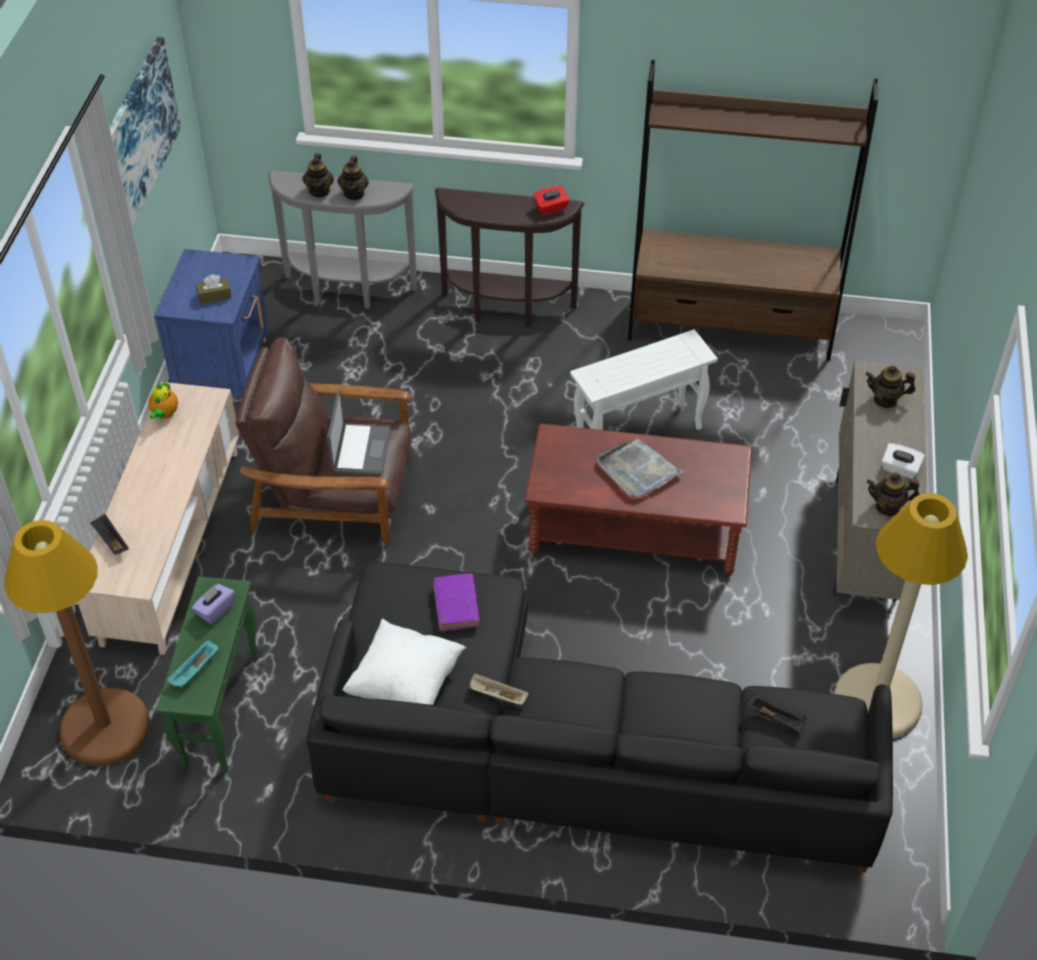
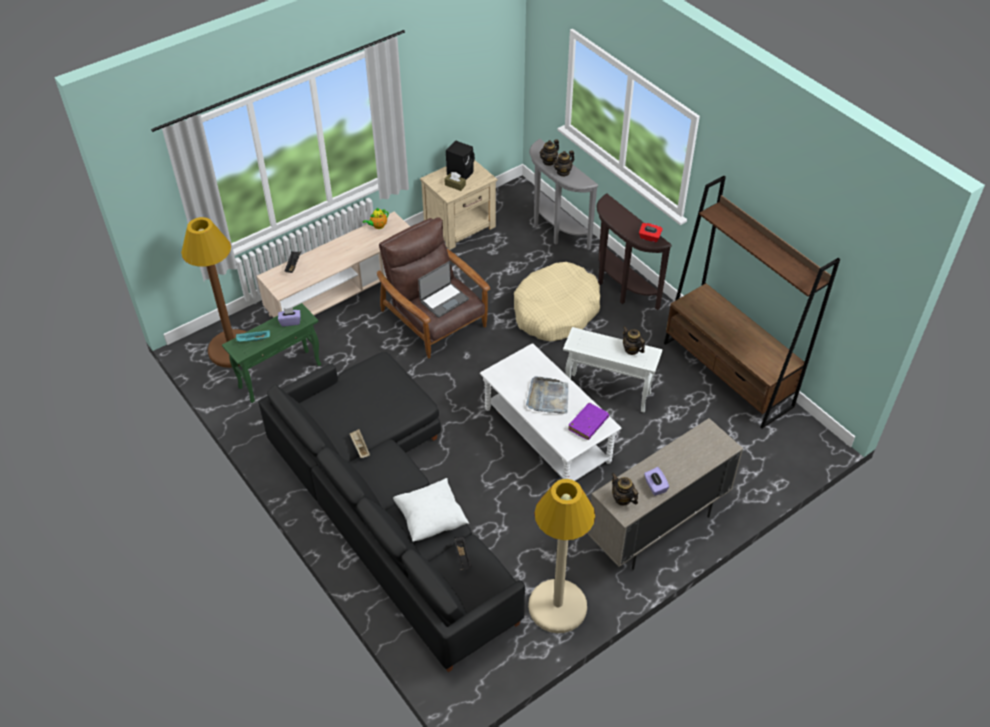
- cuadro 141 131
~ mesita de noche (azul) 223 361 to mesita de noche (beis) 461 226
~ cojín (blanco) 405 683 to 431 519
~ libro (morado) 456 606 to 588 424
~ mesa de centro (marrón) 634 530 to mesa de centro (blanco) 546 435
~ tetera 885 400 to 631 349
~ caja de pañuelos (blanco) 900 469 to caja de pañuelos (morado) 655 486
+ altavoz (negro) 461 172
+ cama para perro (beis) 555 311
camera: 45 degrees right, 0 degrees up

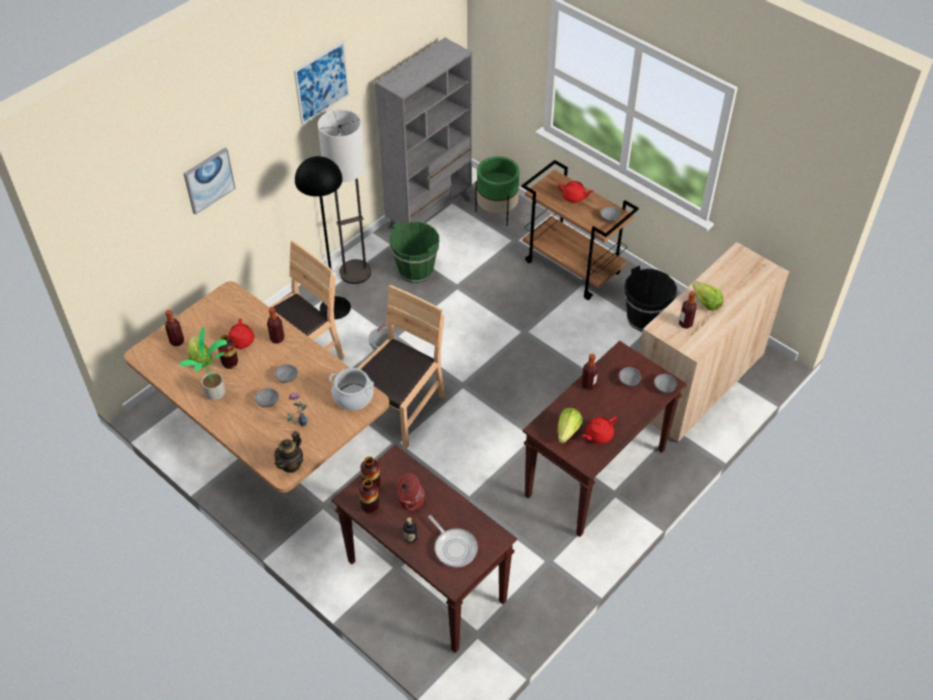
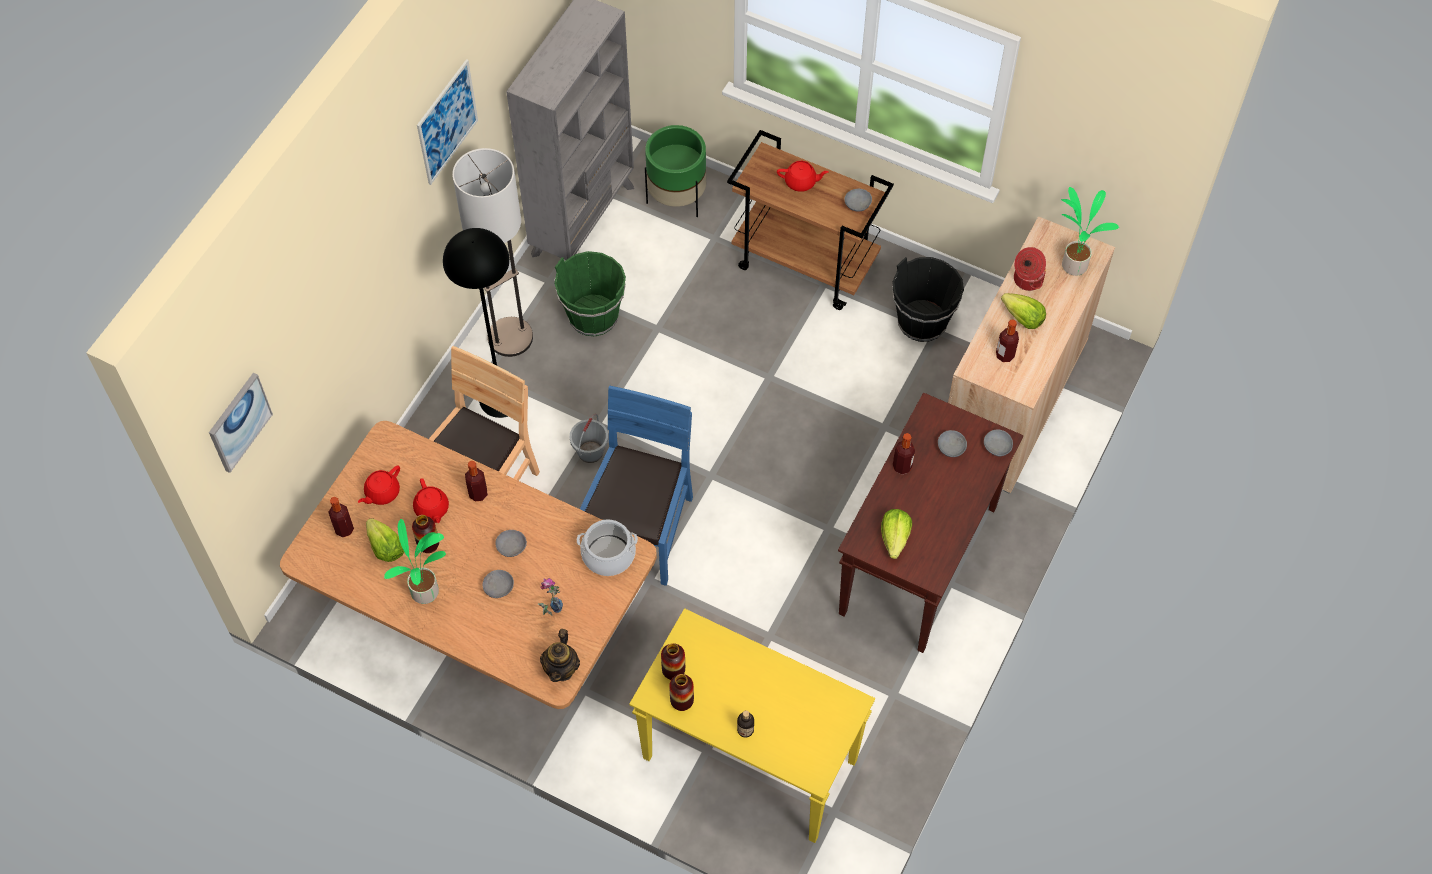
~ cuadro 209 180 to 239 422
~ mesa consola (marrón) 424 581 to mesa consola (amarillo) 747 760
~ silla (marrón) 400 409 to silla (azul) 639 530
~ olla 410 500 to 1027 279
- sartén 454 547
~ tetera (rojo) 598 435 to 382 492
+ planta en maceta 1073 264
camera: 15 degrees left, 10 degrees up

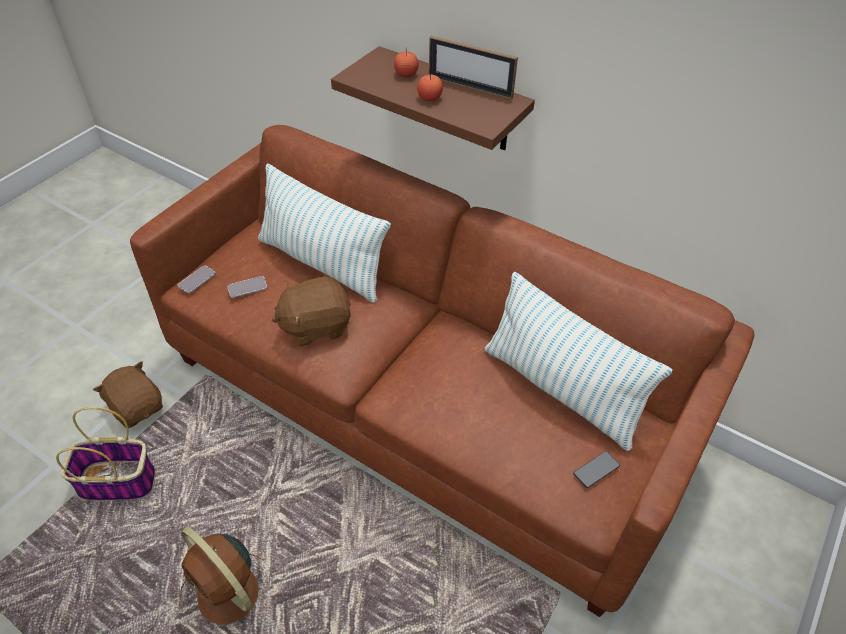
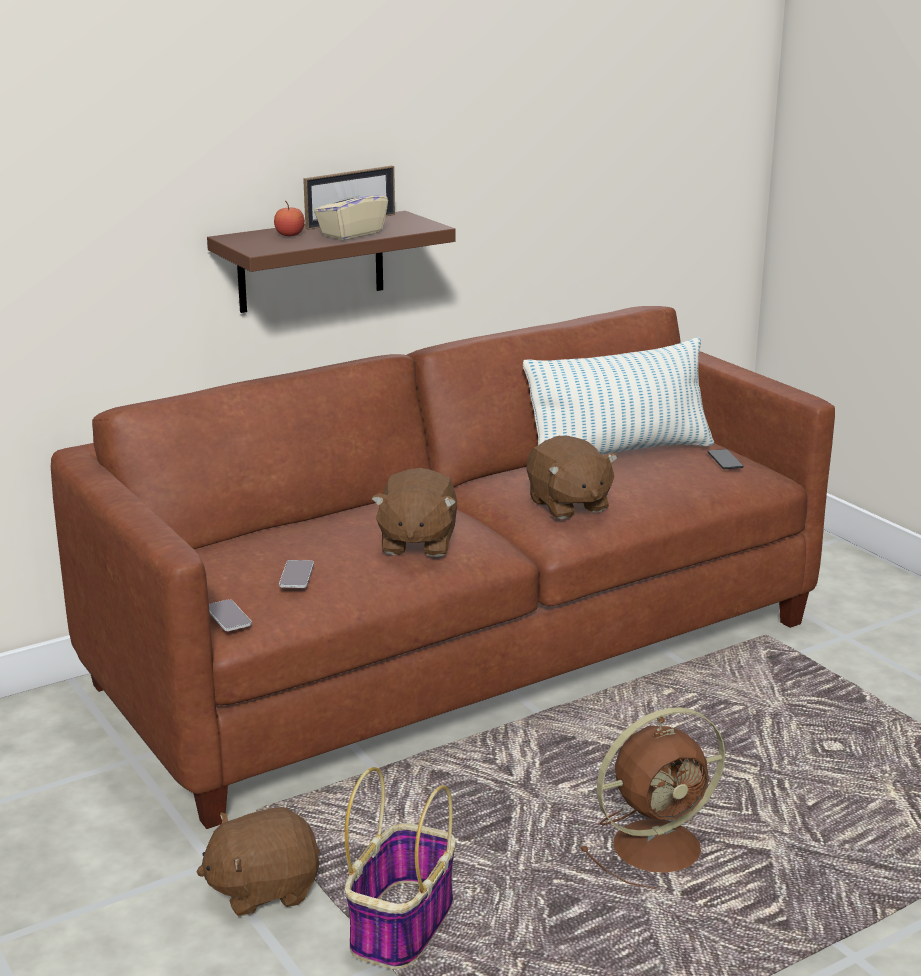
- cojín 322 263
~ manzana 429 98 to caja de pañuelos (beis) 351 234
+ peluche (marrón) 568 505
camera: 65 degrees left, 25 degrees down

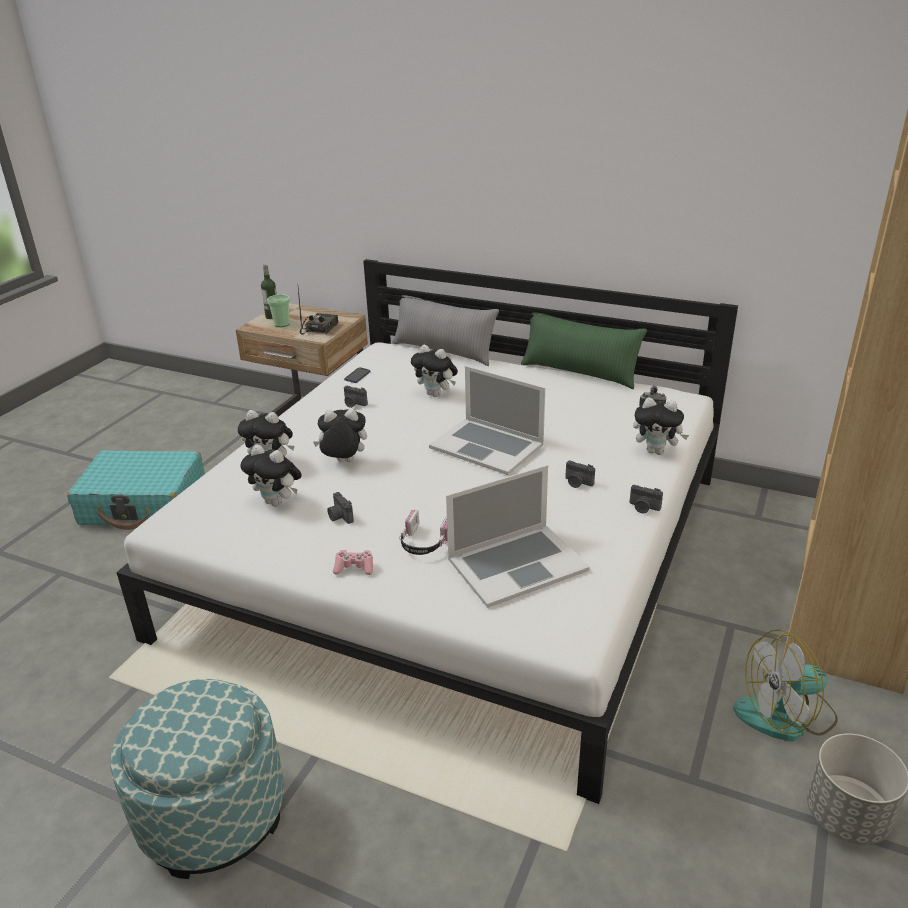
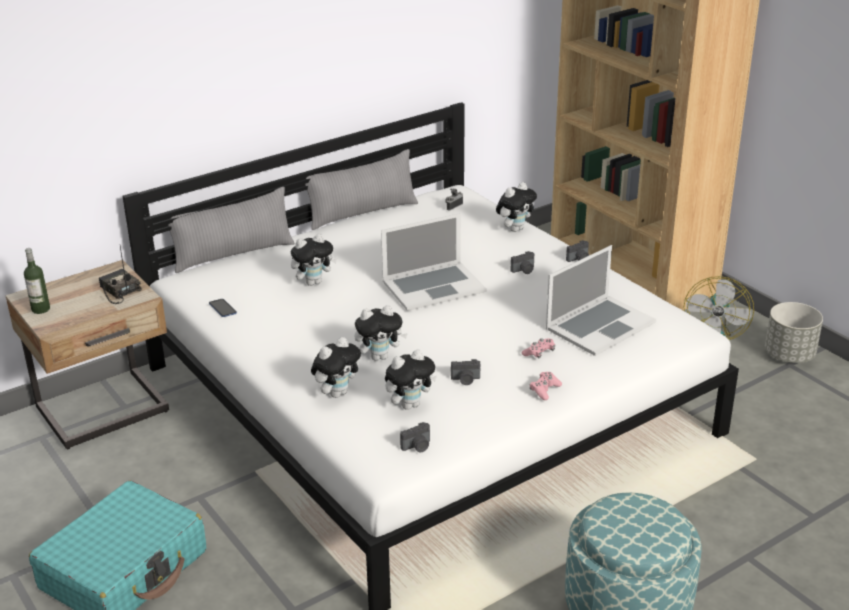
- taza 282 324
~ peluche 343 462 = 380 357 135 degrees counterclockwise
~ cámara 354 404 to 417 447
~ auriculares 424 543 to mando de consola (rosa) 539 353
~ portátil 517 564 = 600 325 45 degrees clockwise
~ cojín (verde) 579 373 to cojín (gris) 362 213
camera: 60 degrees left, 0 degrees up

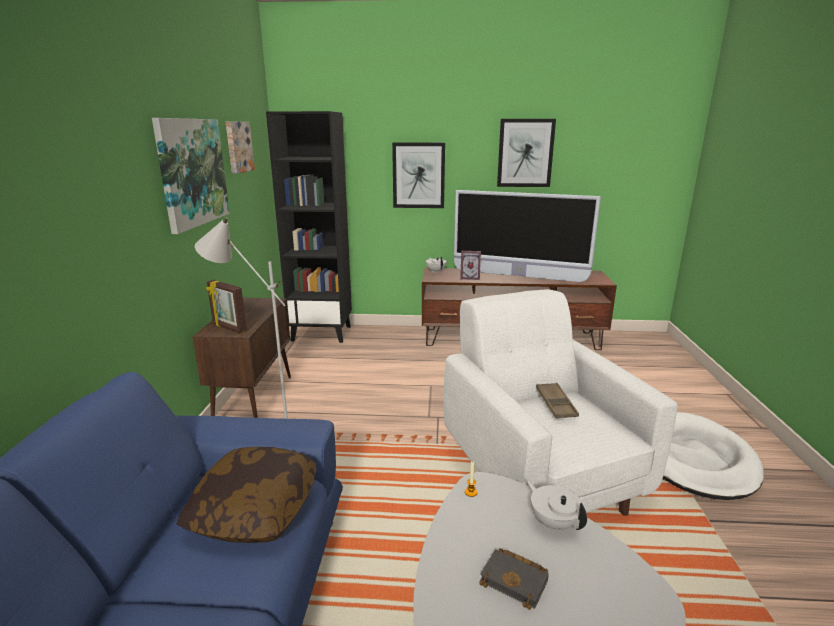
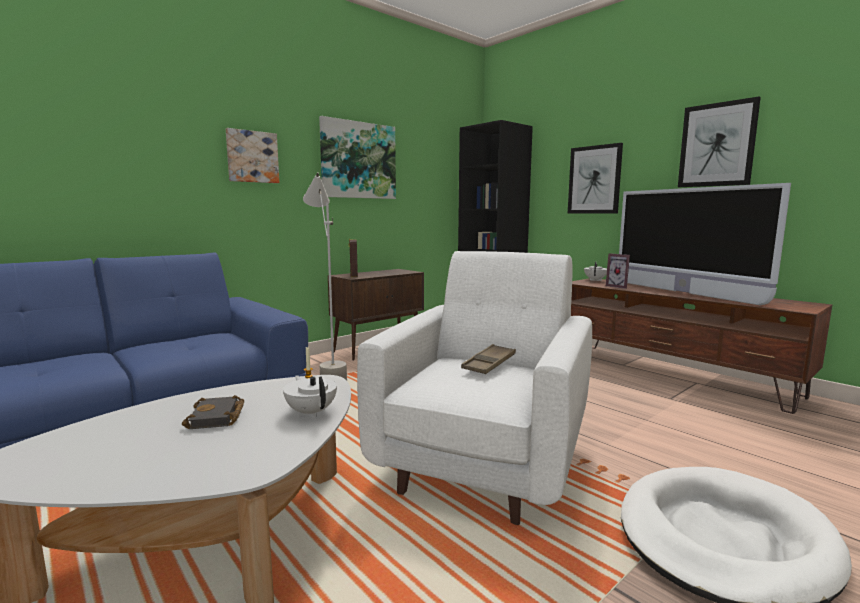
- cojín 255 510
~ cuadro 238 147 to 252 157
~ tetera (blanco) 553 522 = 311 412 45 degrees counterclockwise
camera: 45 degrees right, 10 degrees down

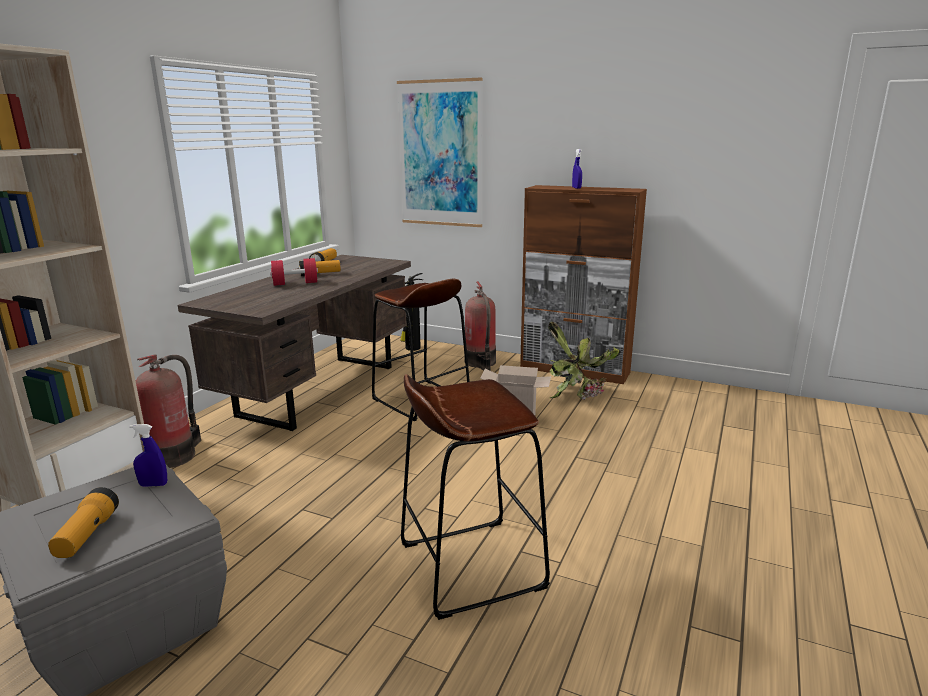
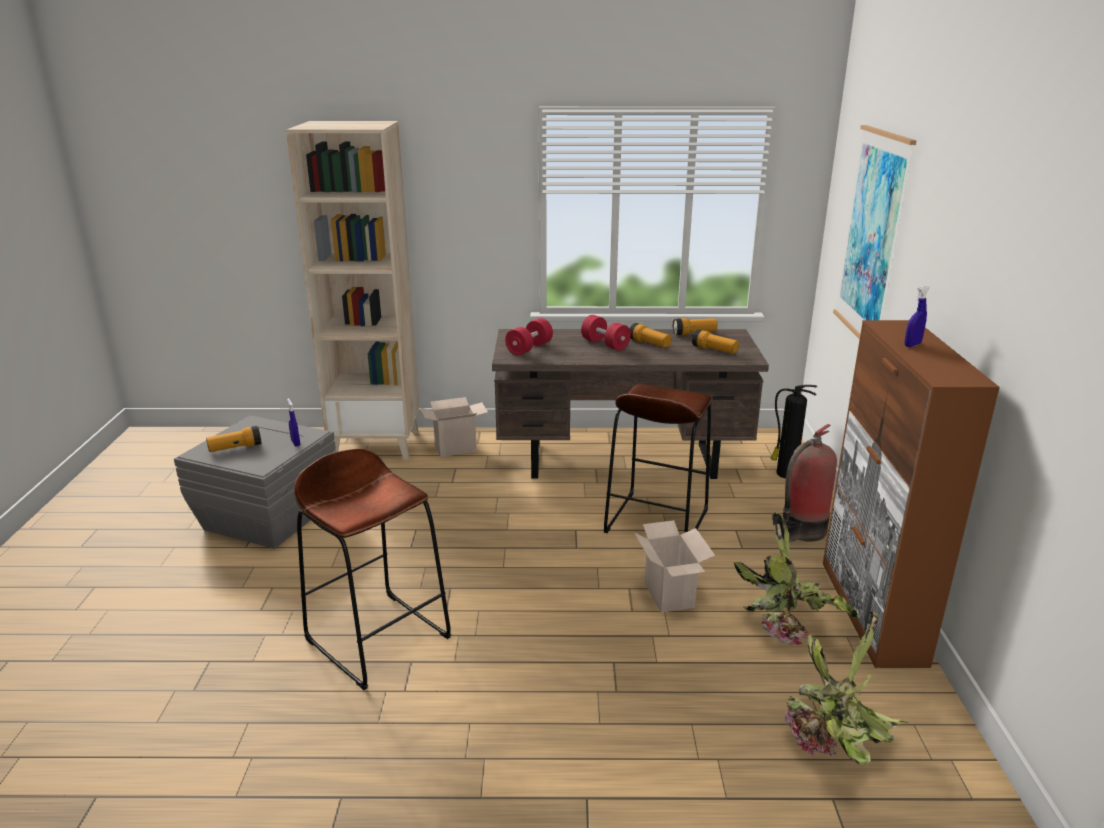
~ extintor 175 455 to caja de cartón 456 448
+ mancuerna (rojo) 529 348
+ linterna 714 350
+ planta en maceta 835 748
camera: 65 degrees right, 5 degrees up

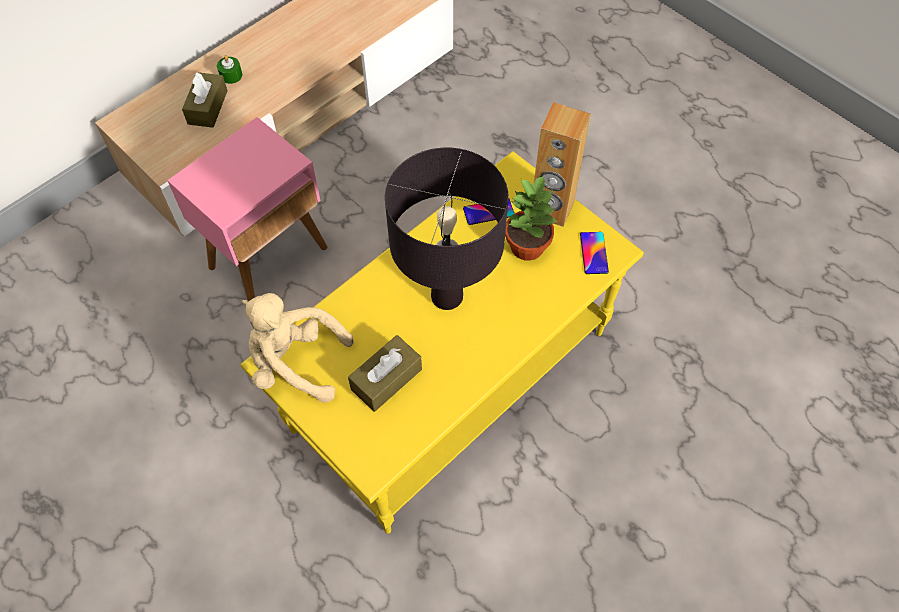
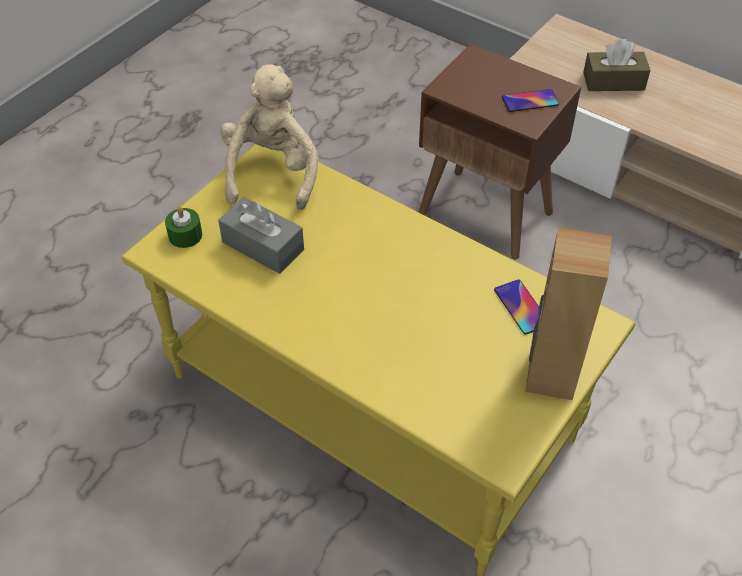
~ mesa auxiliar (rosa) 269 257 to mesa auxiliar (marrón) 486 214
~ vela (verde) 231 75 to 185 235
~ caja de pañuelos (marrón) 386 379 to caja de pañuelos (gris) 263 246
- lámpara de mesa (negro) 446 297
- planta en maceta 527 245
~ móvil 594 253 to 530 101
camera: 80 degrees right, 10 degrees down

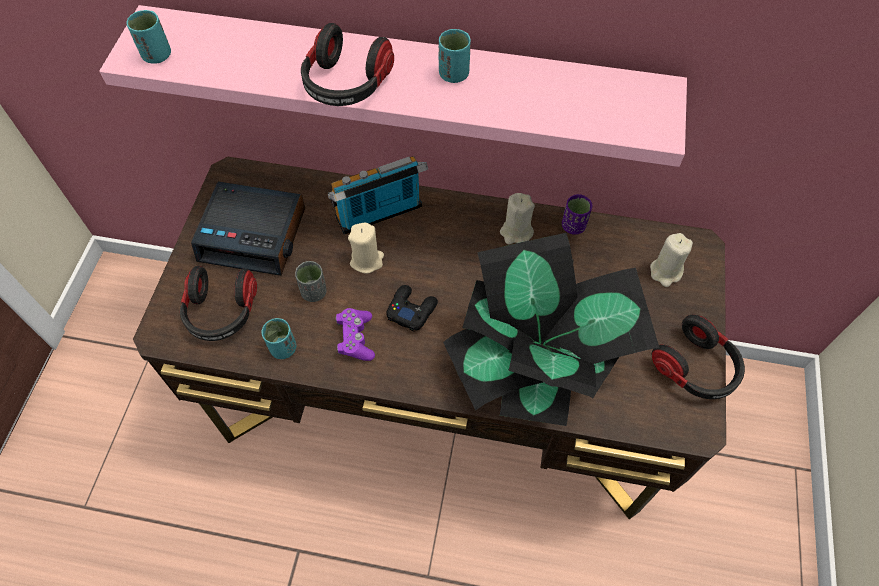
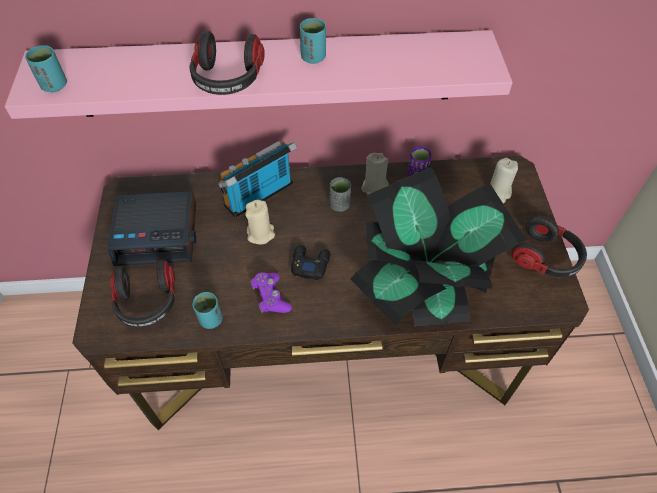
~ taza (gris) 314 292 to 339 205
camera: 15 degrees left, 5 degrees down

